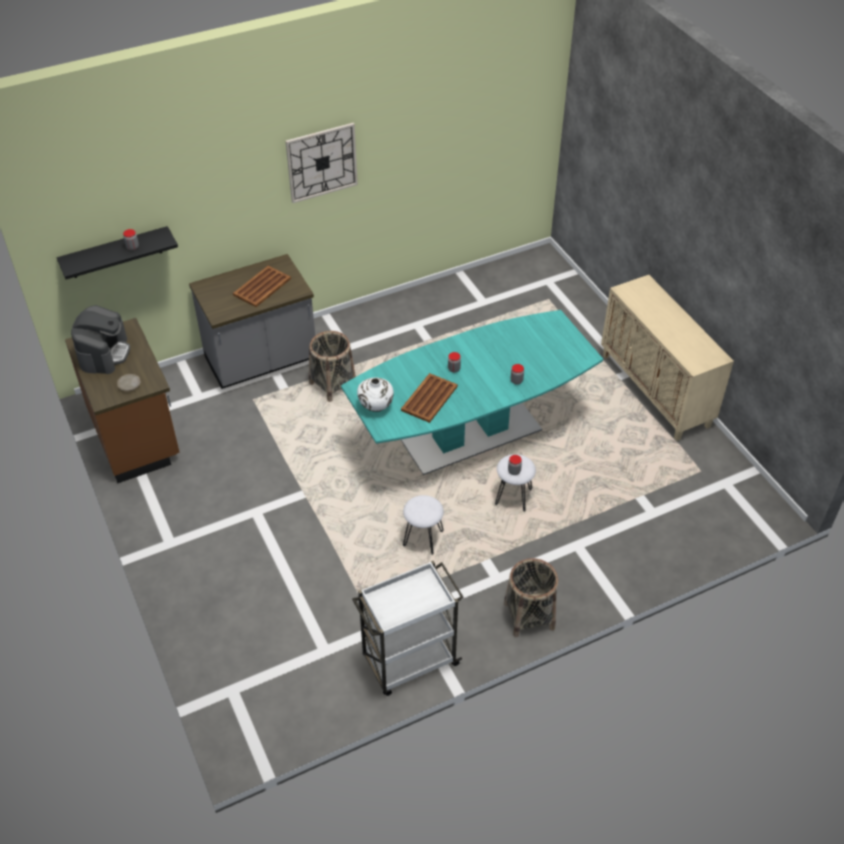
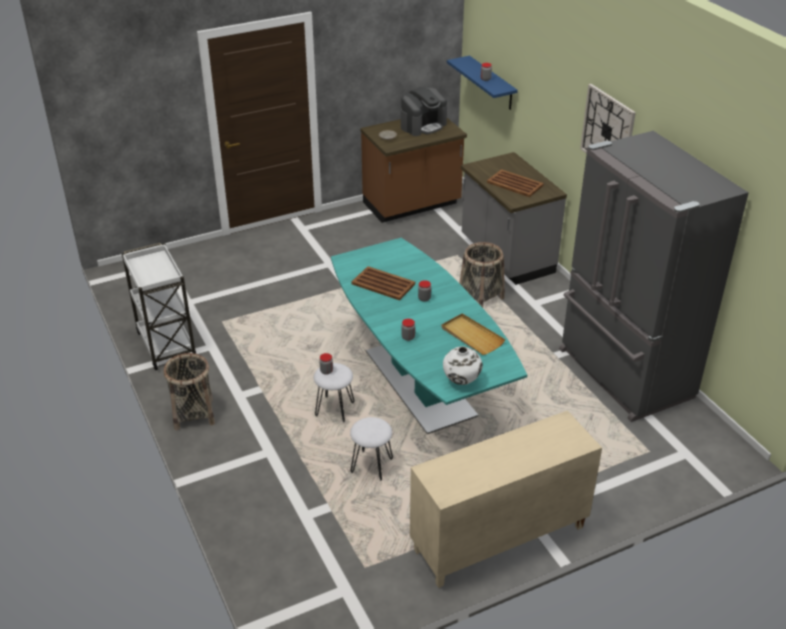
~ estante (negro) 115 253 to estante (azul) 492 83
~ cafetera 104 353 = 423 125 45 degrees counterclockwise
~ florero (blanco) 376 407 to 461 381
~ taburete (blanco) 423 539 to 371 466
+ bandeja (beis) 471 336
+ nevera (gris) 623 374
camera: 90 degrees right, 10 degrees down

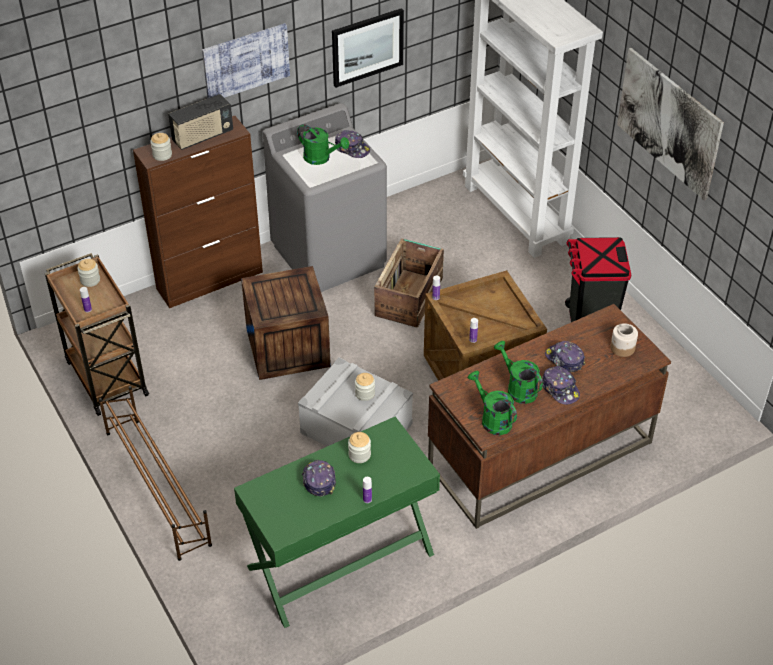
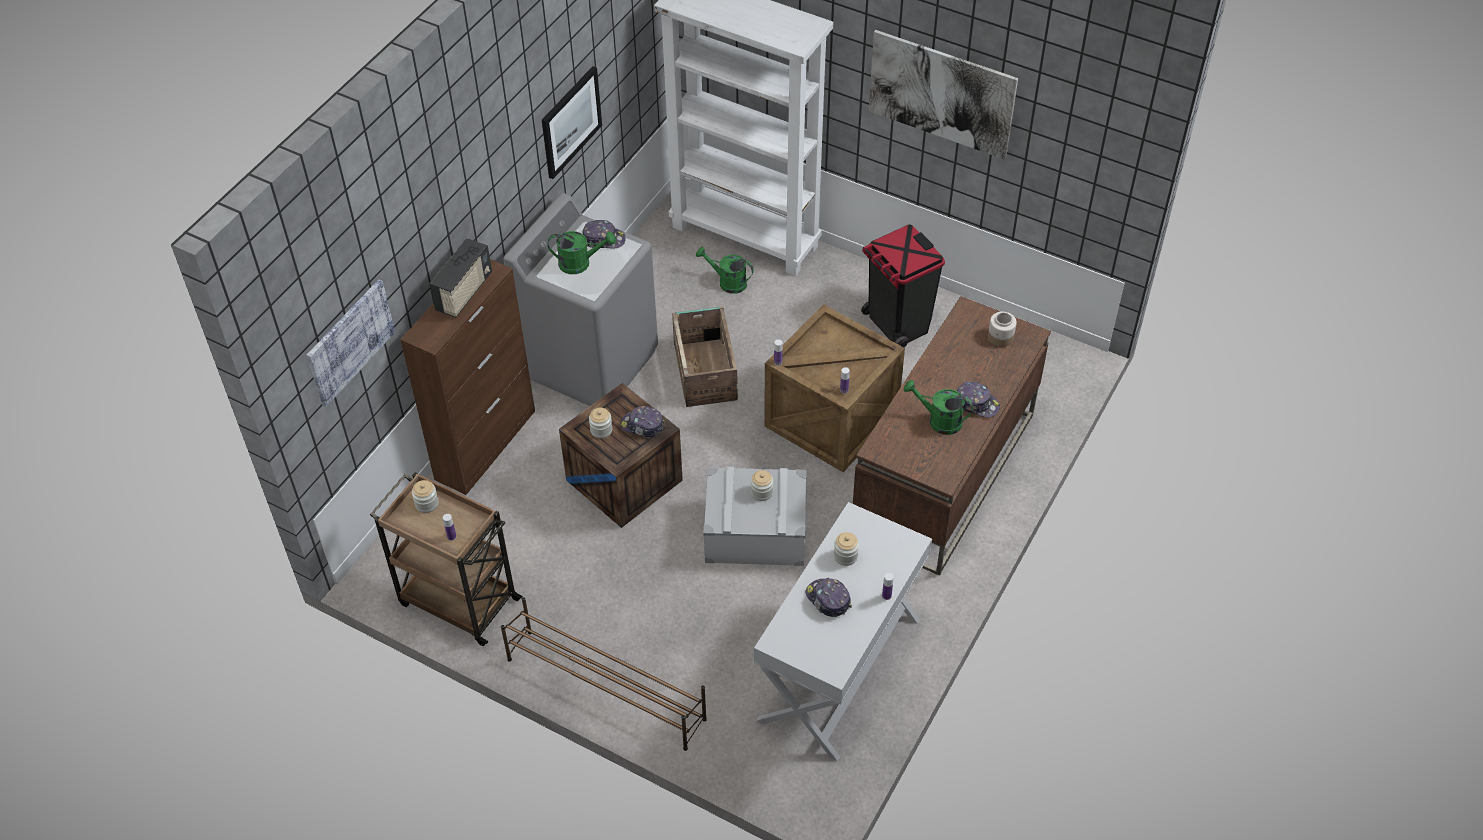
~ tarro 162 155 to 601 430
~ cuadro 246 61 to 349 342
~ mesa consola (verde) 341 561 to mesa consola (blanco) 840 669
~ regadera (verde) 492 419 to 727 282
~ gorra 564 360 to 642 426
camera: 30 degrees left, 5 degrees up

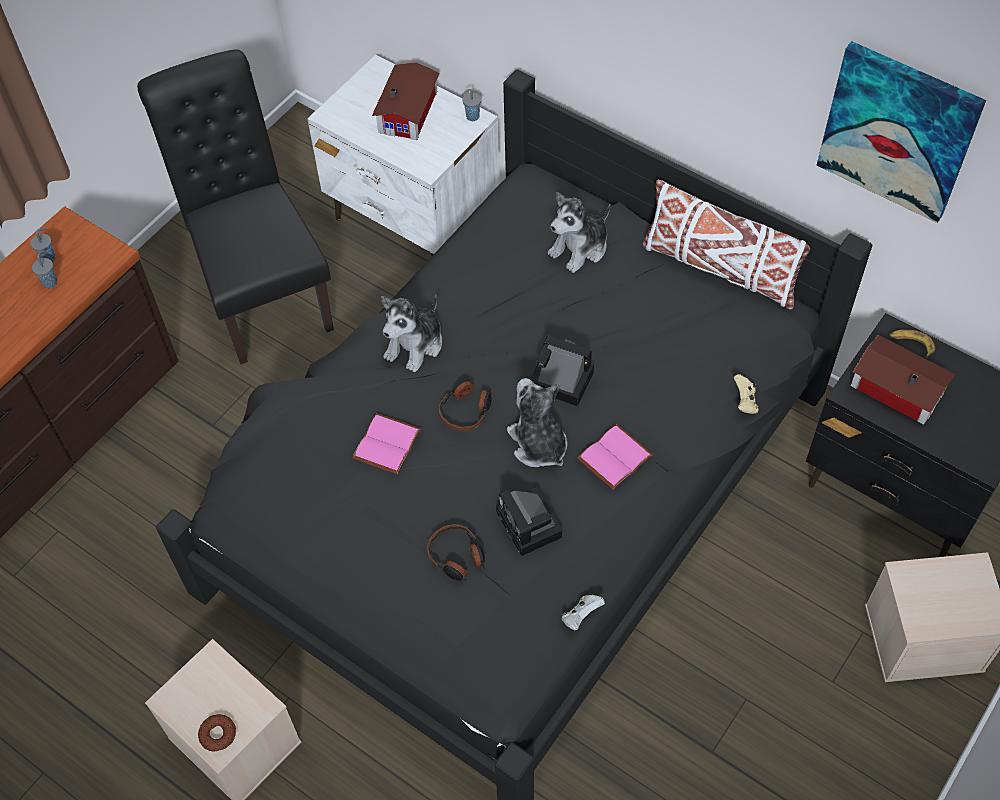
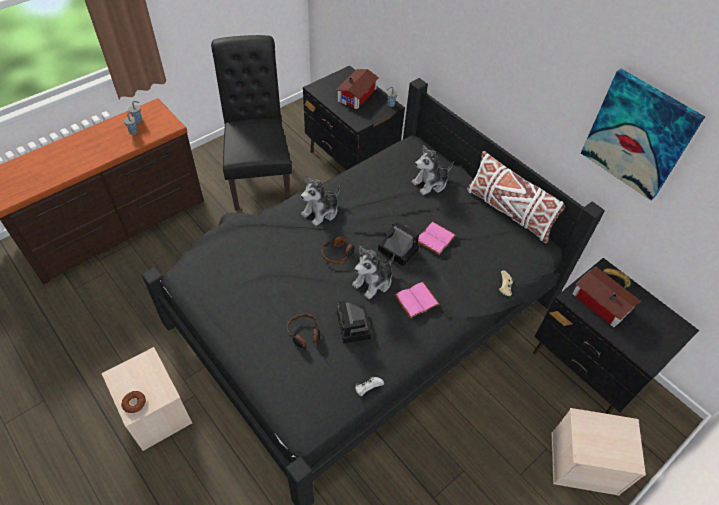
~ mesita de noche (blanco) 414 220 to mesita de noche (negro) 351 161
~ libro (rosa) 385 443 to 435 238
~ peluche 538 444 = 373 281 120 degrees counterclockwise
camera: 10 degrees right, 5 degrees down

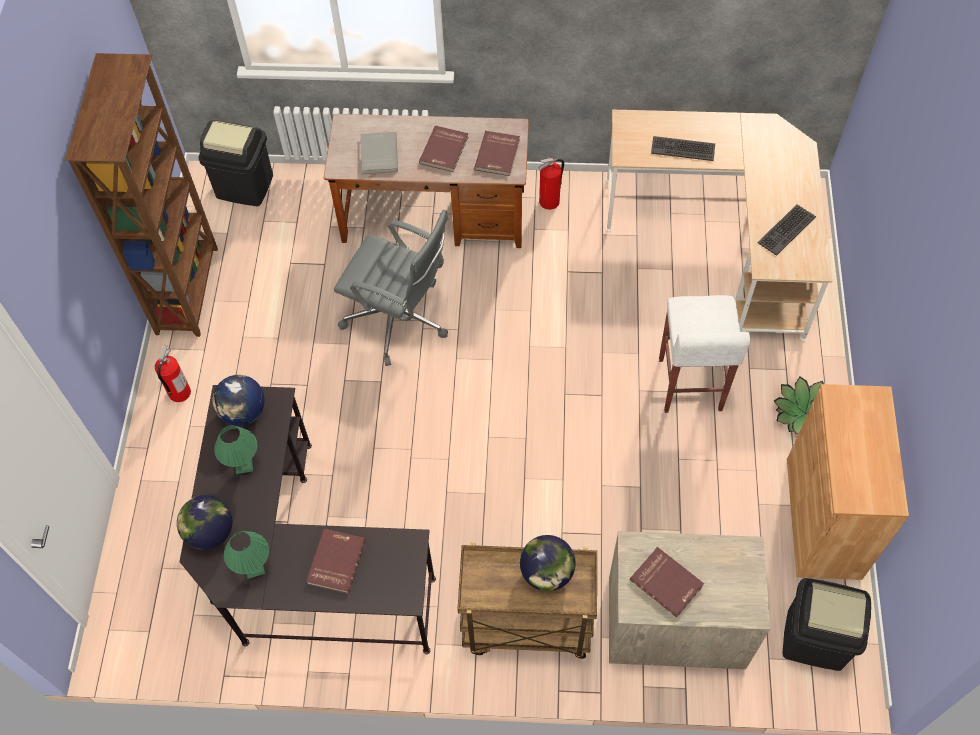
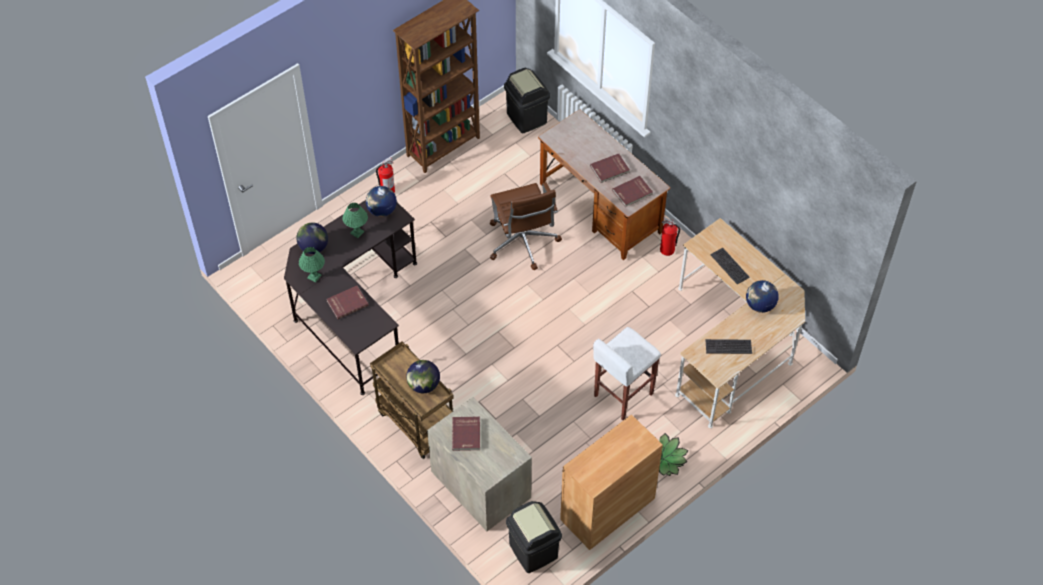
~ silla de oficina (gris) 399 319 to silla de oficina (marrón) 523 243
- libro (gris) 378 154
+ globo terráqueo 760 305
camera: 45 degrees right, 5 degrees down

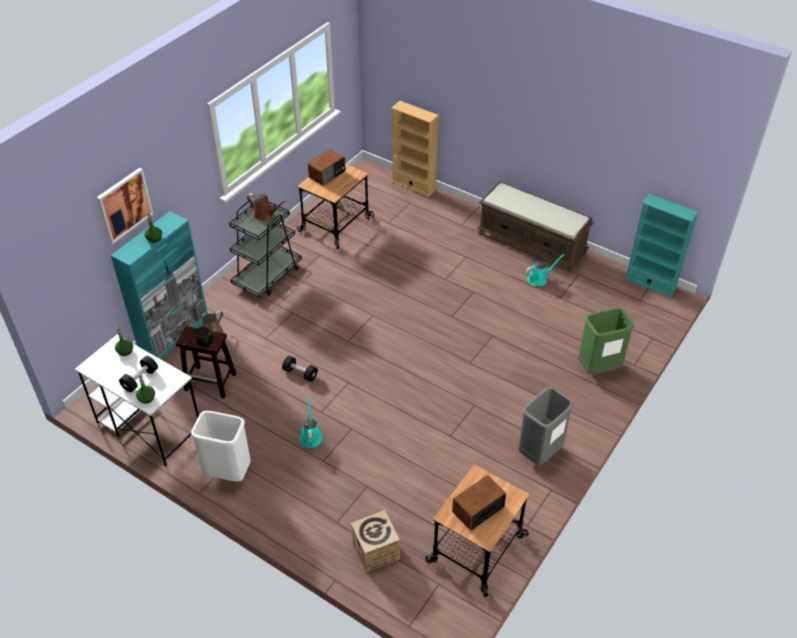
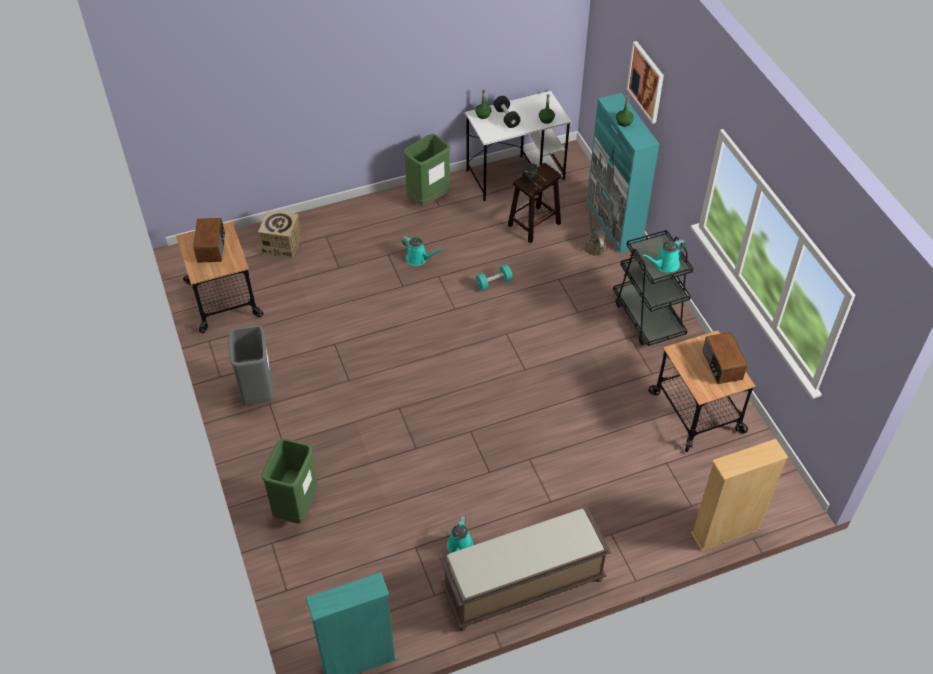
~ papelera (blanco) 228 472 to papelera (verde) 428 199
~ regadera (marrón) 265 214 to regadera (turquesa) 665 265
~ mancuerna (negro) 300 373 to mancuerna (turquesa) 494 282
camera: 125 degrees right, 5 degrees up

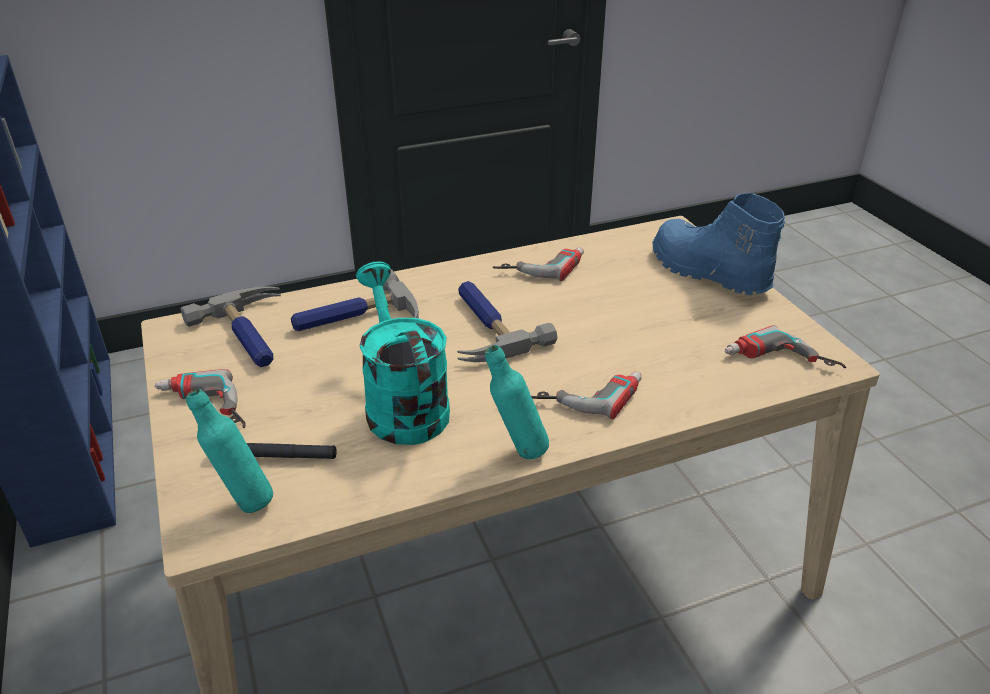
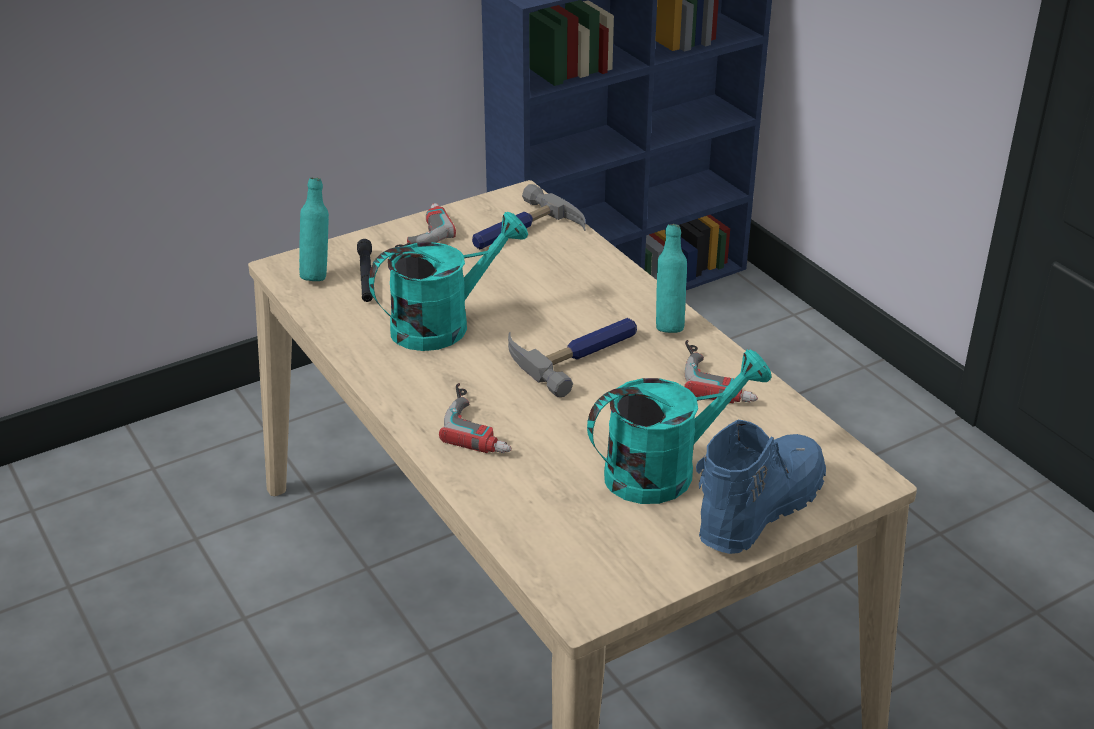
- martillo 355 319
~ botella (turquesa) 516 451 to 669 325
- taladro 780 364
+ regadera (turquesa) 665 470
camera: 80 degrees right, 0 degrees up

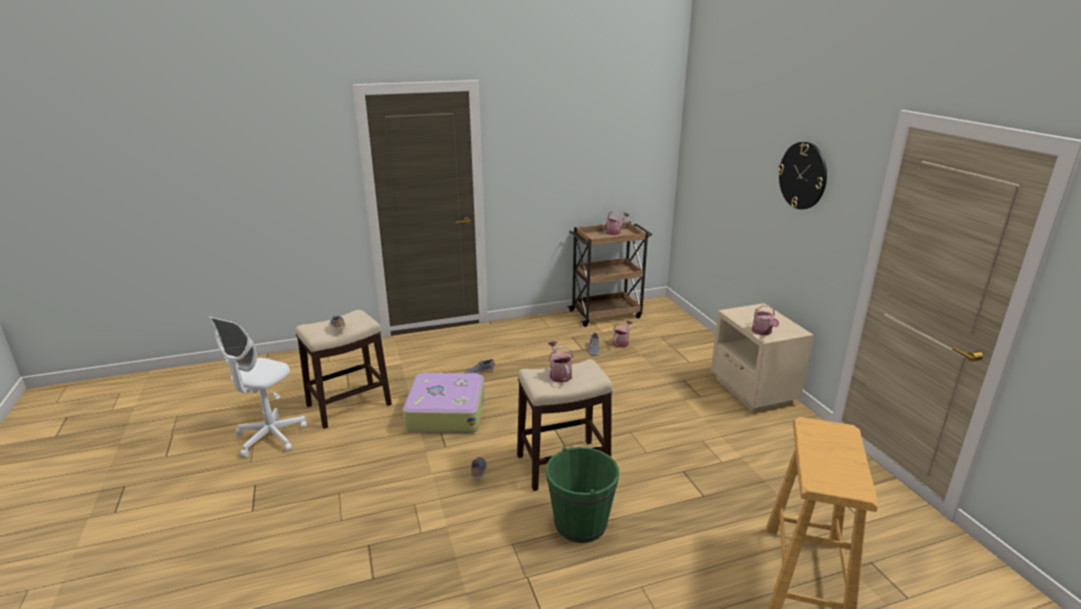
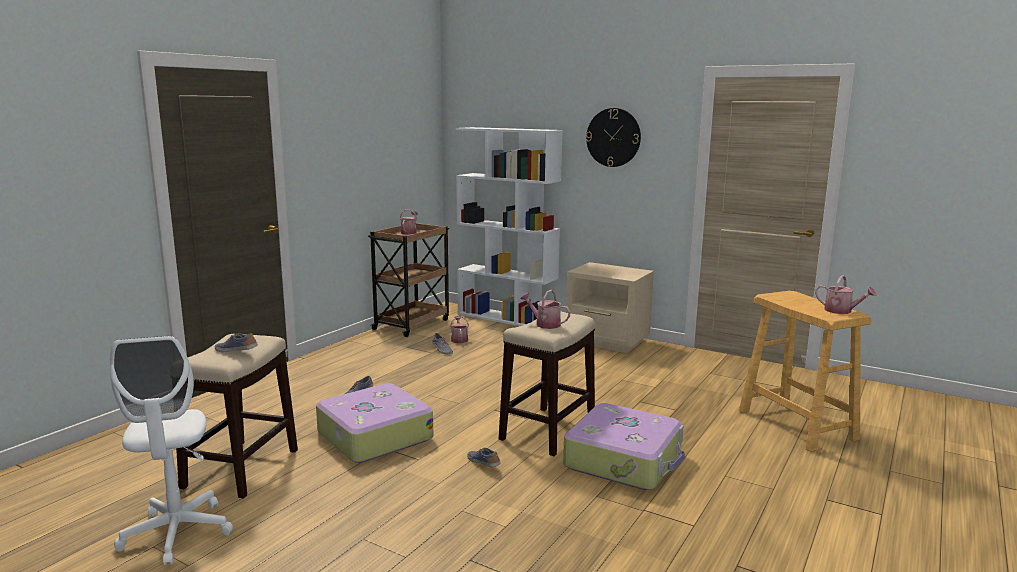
~ cubo (verde) 580 523 to maleta 624 460
~ regadera 763 332 to 842 311
+ estantería (blanco) 507 318
camera: 40 degrees left, 10 degrees down

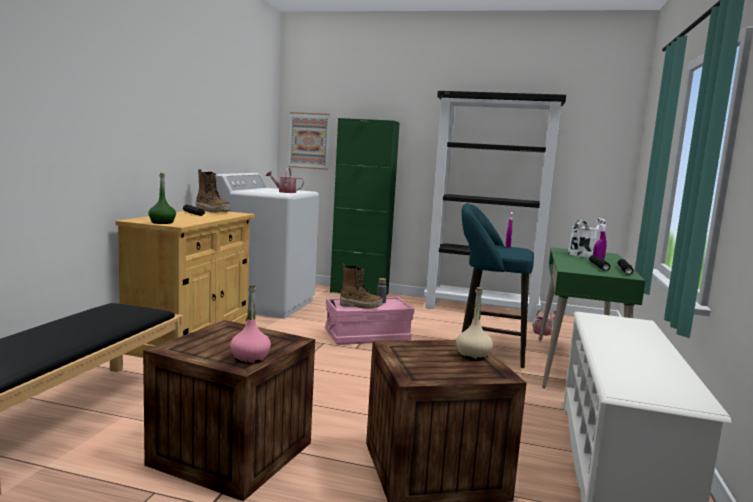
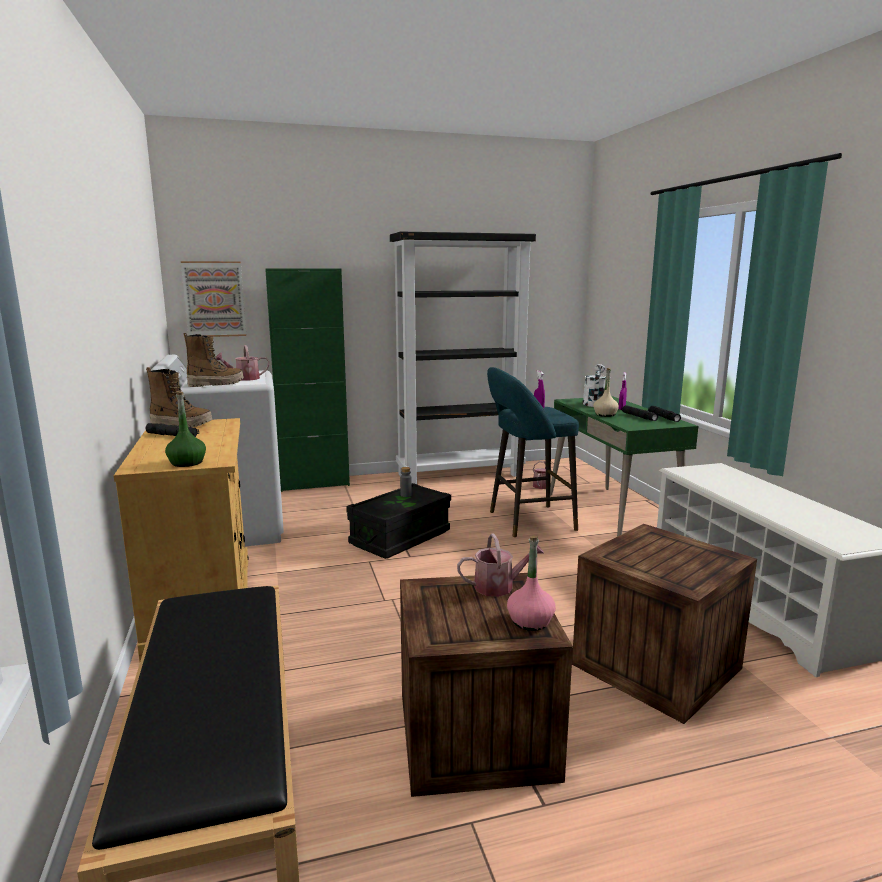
~ caja de almacenaje (rosa) 367 336 to caja de almacenaje (negro) 400 538
~ bota 360 306 to 216 384
~ botella (beis) 473 355 to 605 414
+ regadera 499 586
camera: 30 degrees left, 5 degrees up

